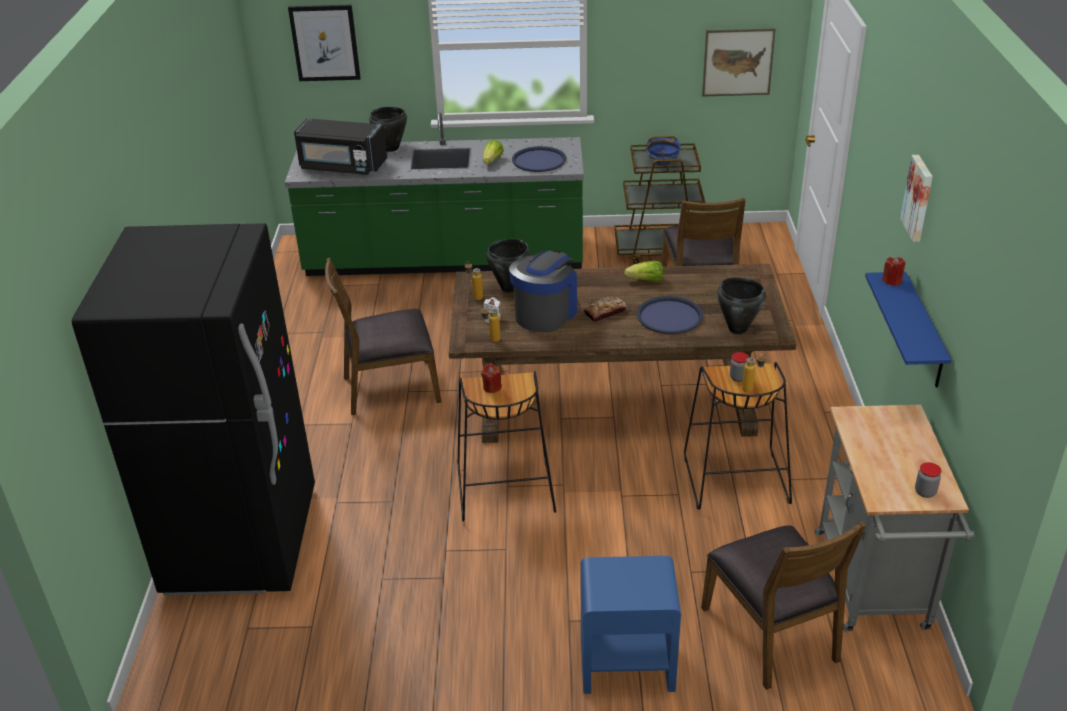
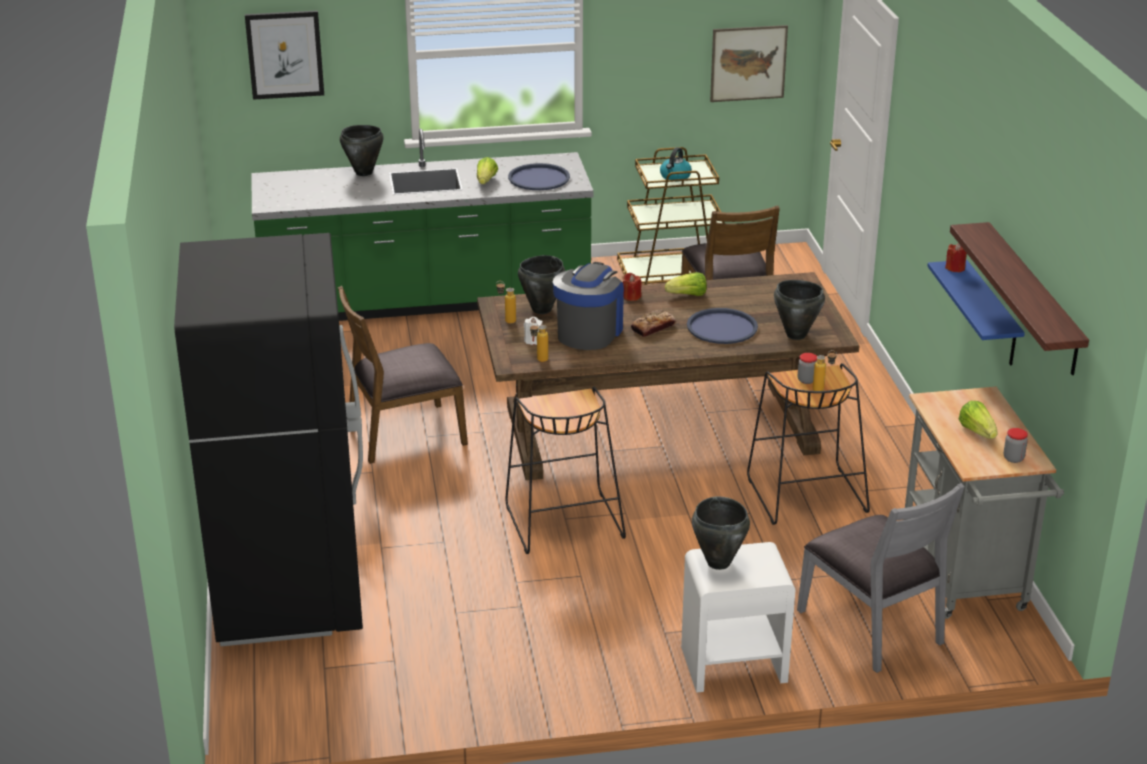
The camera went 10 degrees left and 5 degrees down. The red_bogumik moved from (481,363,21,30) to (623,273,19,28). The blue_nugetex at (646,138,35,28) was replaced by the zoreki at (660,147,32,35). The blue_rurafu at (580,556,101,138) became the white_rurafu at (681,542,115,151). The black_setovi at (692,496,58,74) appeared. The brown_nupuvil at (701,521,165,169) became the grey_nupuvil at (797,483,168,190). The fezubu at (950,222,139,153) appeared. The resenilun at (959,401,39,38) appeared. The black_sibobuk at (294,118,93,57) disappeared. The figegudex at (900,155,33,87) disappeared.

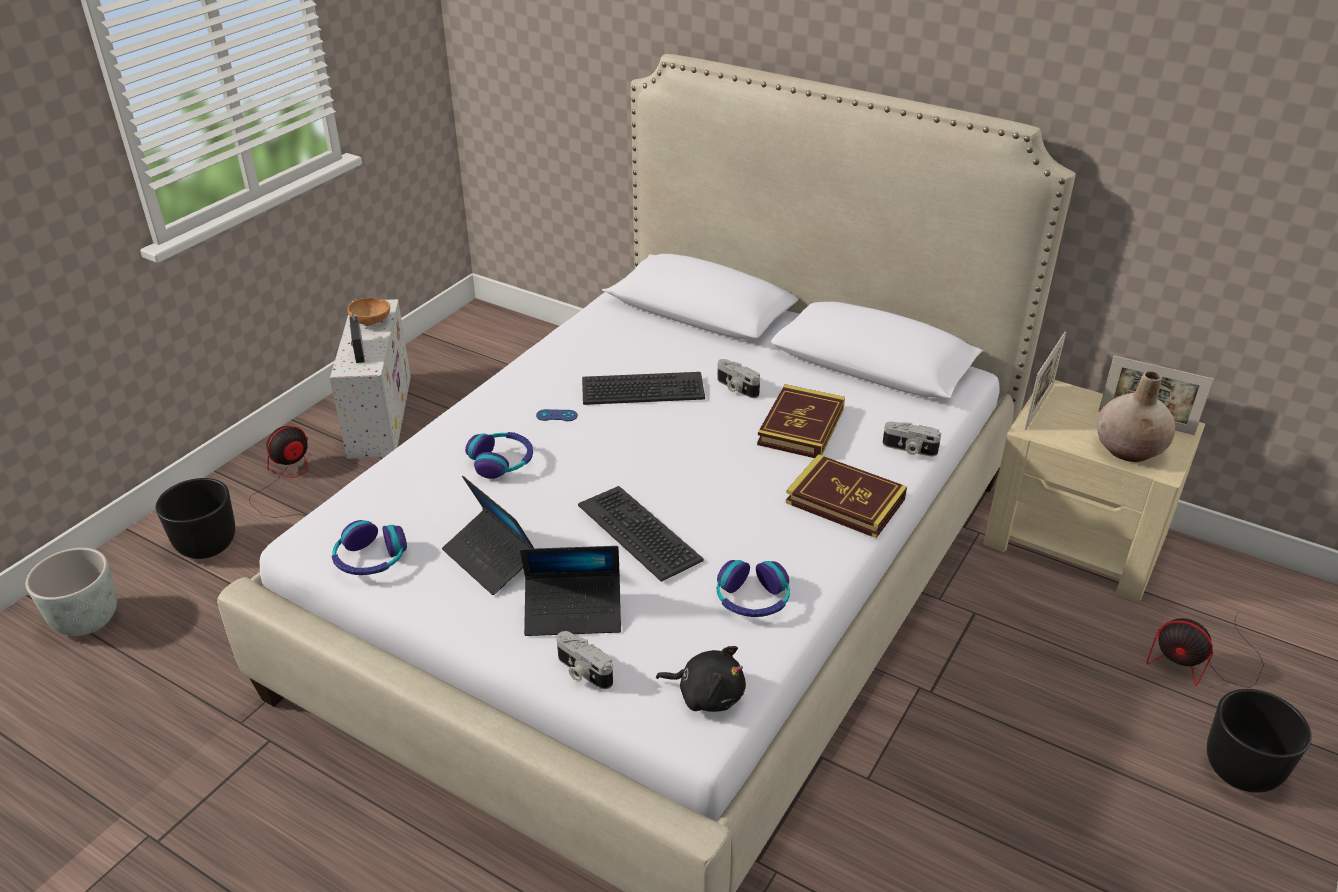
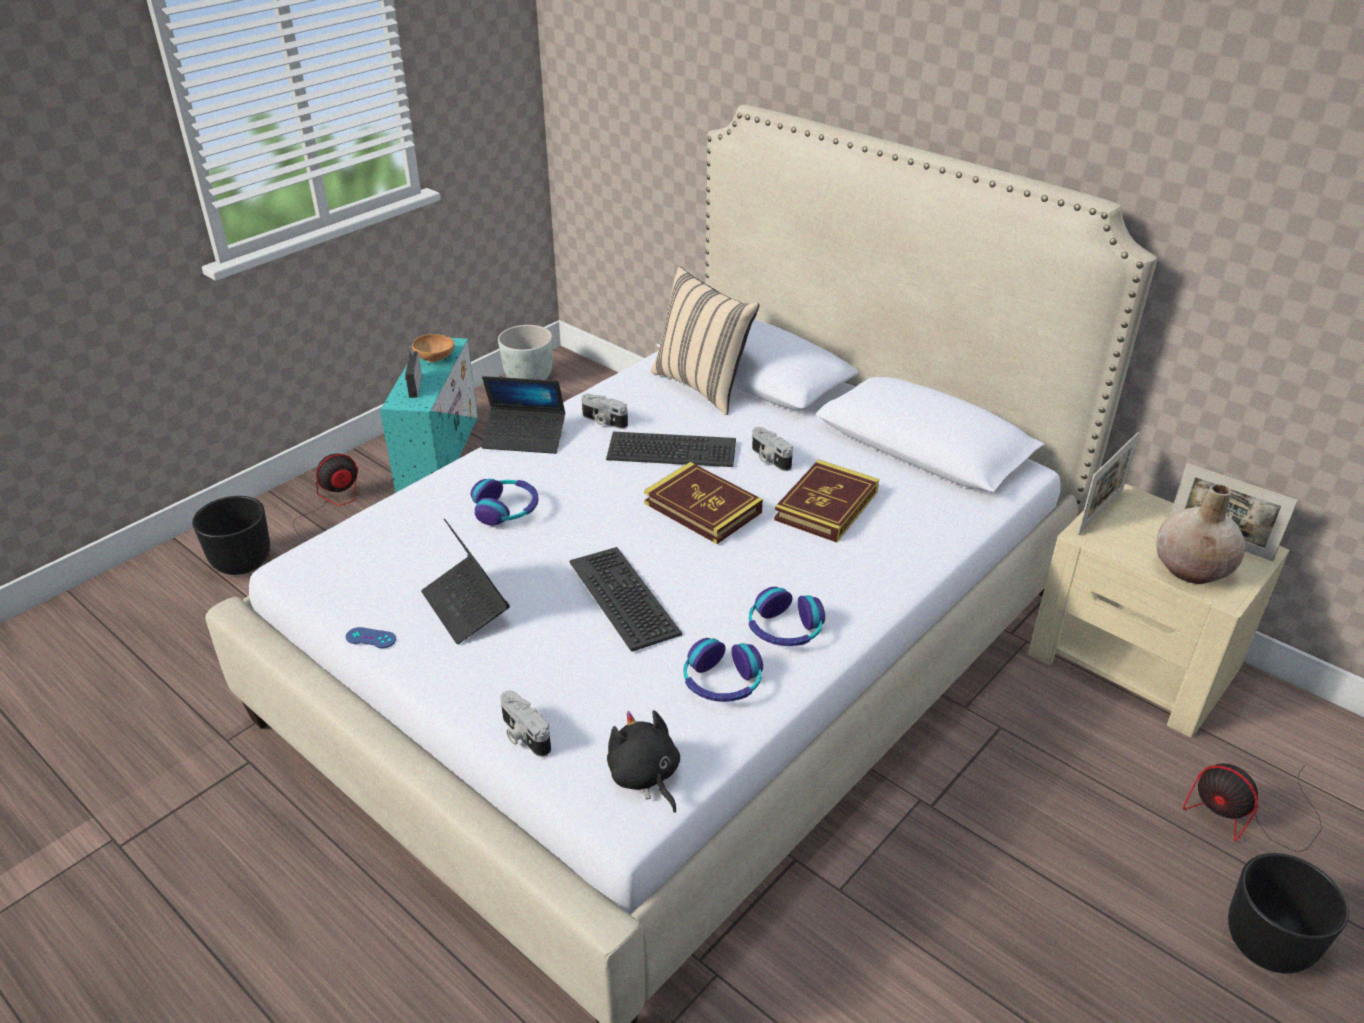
The camera went 10 degrees right and 0 degrees up. The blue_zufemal moved from (536,409,42,12) to (346,627,50,21). The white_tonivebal at (330,299,81,160) became the turquoise_tonivebal at (380,338,98,154). The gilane moved from (520,546,101,90) to (481,376,84,78). The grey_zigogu moved from (26,548,91,88) to (498,325,54,55). The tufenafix moved from (883,421,58,35) to (582,394,46,35). The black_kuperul at (656,646,90,66) turned 150 degrees counterclockwise. The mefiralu moved from (786,454,121,84) to (644,462,119,82). The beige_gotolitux at (650,267,109,148) appeared. The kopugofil moved from (332,520,75,55) to (749,587,76,59).

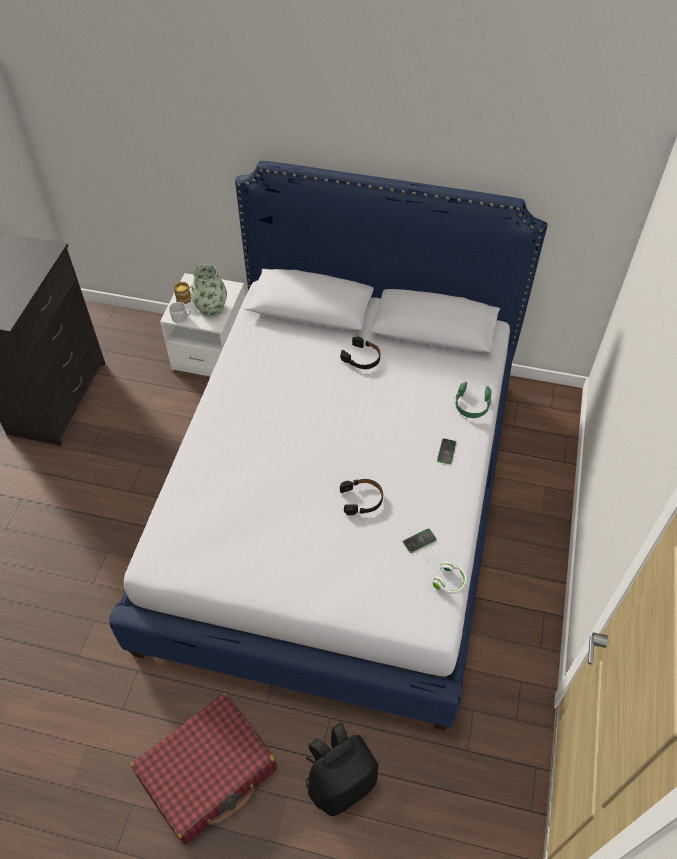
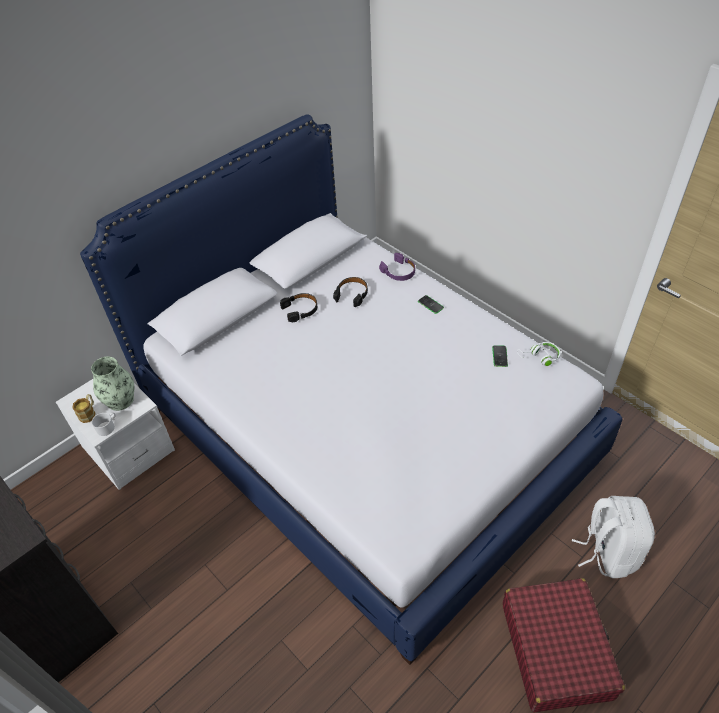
The camera went 55 degrees left and 5 degrees down. The black_kopugofil moved from (340,479,43,36) to (333,277,35,30). The green_kopugofil at (456,382,35,36) became the purple_kopugofil at (379,253,36,28). The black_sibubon at (306,723,72,93) became the white_sibubon at (572,496,83,82).

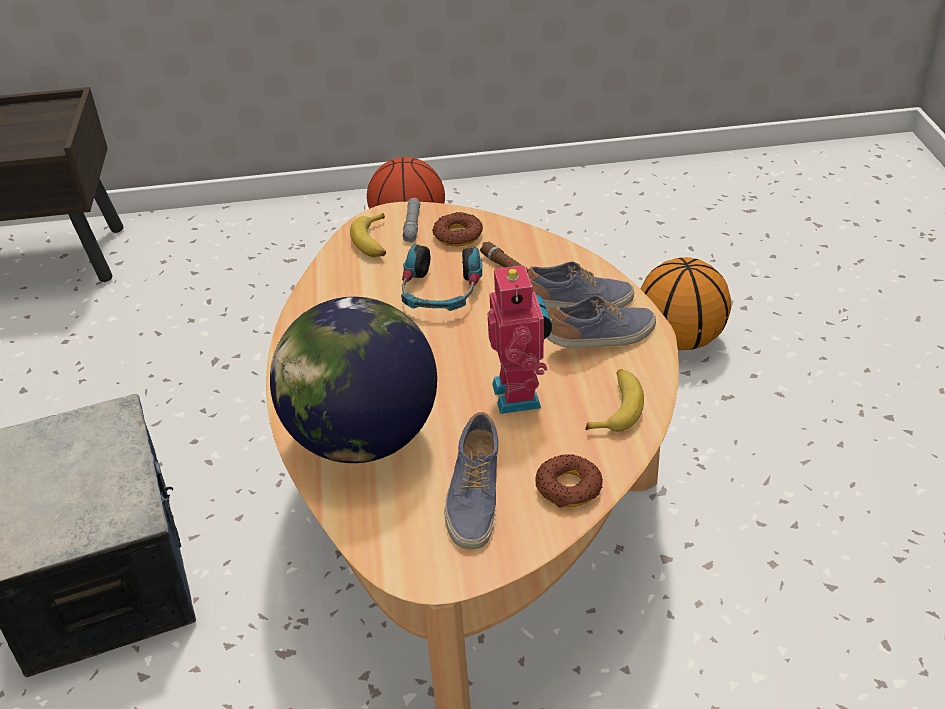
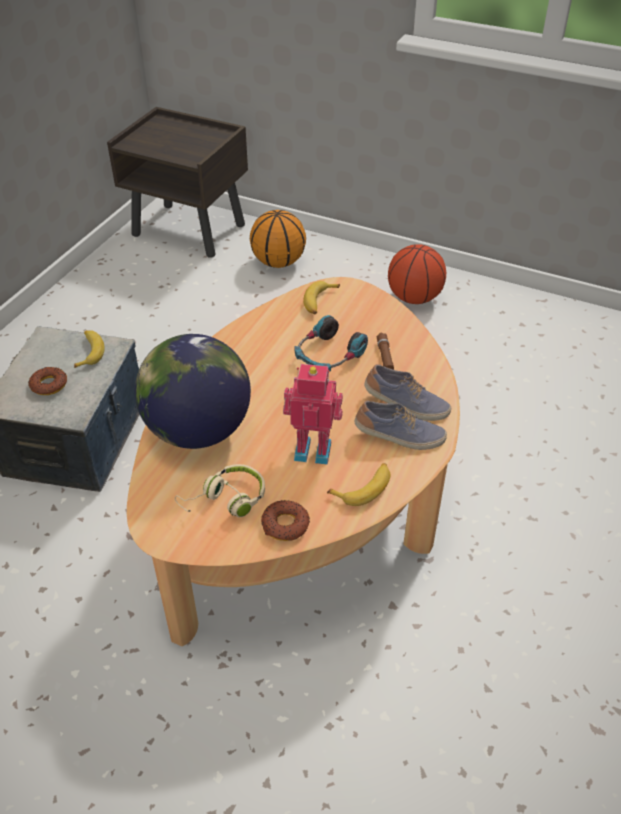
The camera went 30 degrees right and 5 degrees up. The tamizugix moved from (432,212,51,35) to (28,367,39,28). The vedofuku at (74,330,30,38) appeared. The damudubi at (444,412,54,137) was replaced by the beige_kopugofil at (175,464,90,54). The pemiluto moved from (641,257,90,93) to (250,210,56,58). The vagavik at (488,260,64,154) turned 105 degrees counterclockwise. The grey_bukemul at (403,198,17,45) disappeared.

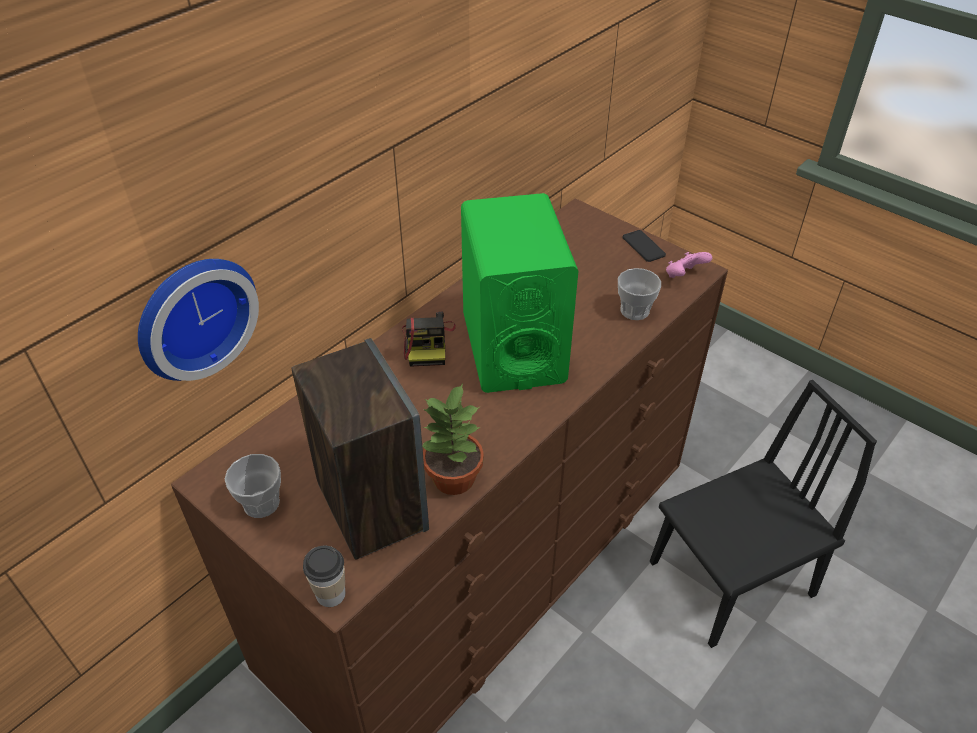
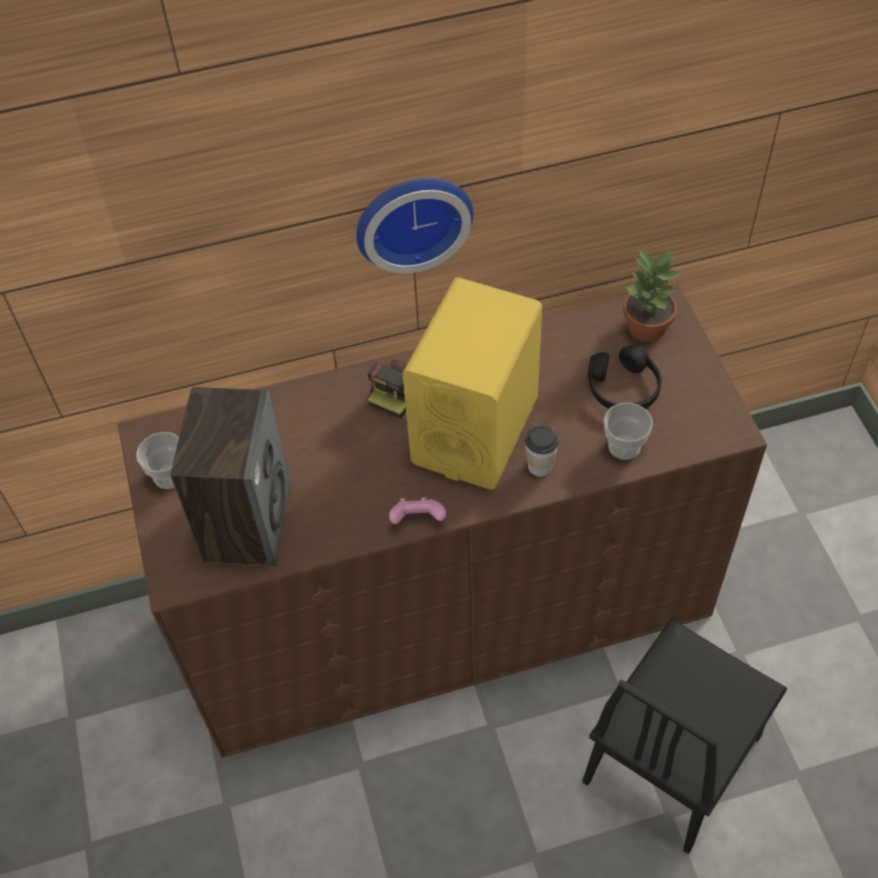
The camera went 35 degrees right and 10 degrees up. The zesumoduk moved from (138,259,121,122) to (356,178,117,95). The pink_zufemal moved from (666,252,46,26) to (389,497,57,27). The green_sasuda at (461,193,117,200) became the yellow_sasuda at (402,277,140,213). The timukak moved from (303,546,43,61) to (525,425,34,52). The black_nupuvil at (650,380,227,268) turned 120 degrees clockwise. The black_kopugofil at (588,345,74,64) appeared. The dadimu moved from (422,384,62,111) to (623,249,59,92). The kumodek at (623,230,43,32) disappeared.

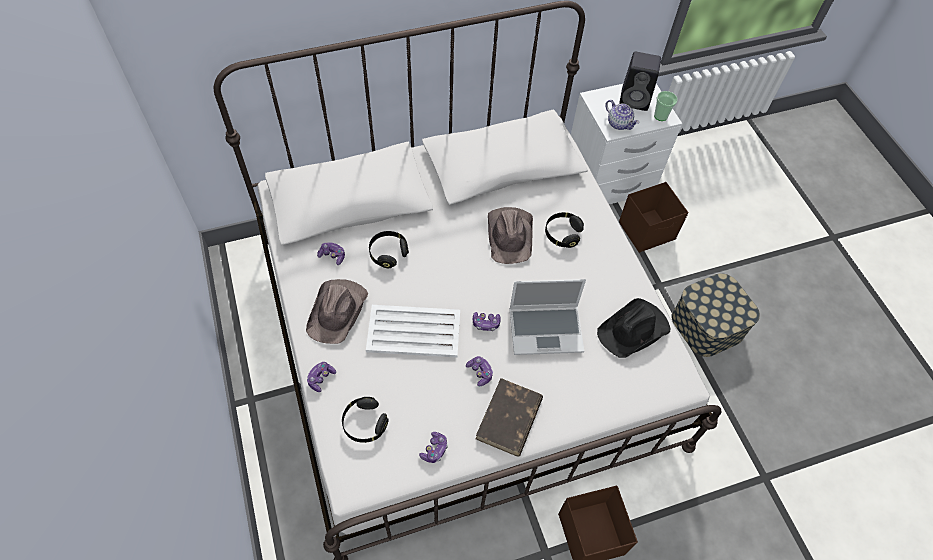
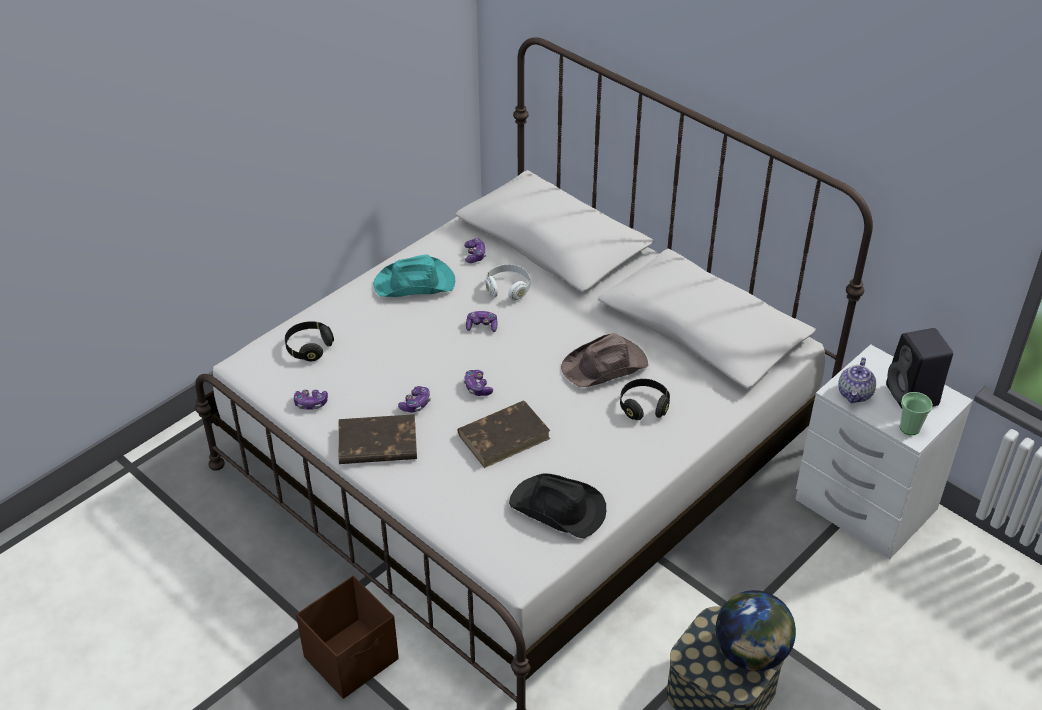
The camera went 65 degrees right and 15 degrees down. The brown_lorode at (306,279,62,65) became the turquoise_lorode at (373,254,82,43). The gilane at (509,279,77,76) was replaced by the brown_mefiralu at (458,400,92,68). The zufemal moved from (307,362,29,30) to (466,311,32,21). The black_kopugofil at (369,231,40,37) became the white_kopugofil at (485,264,45,36). The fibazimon at (716,590,80,81) appeared. The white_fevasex at (366,305,94,53) disappeared. The brown_tonivebal at (619,182,70,71) disappeared.

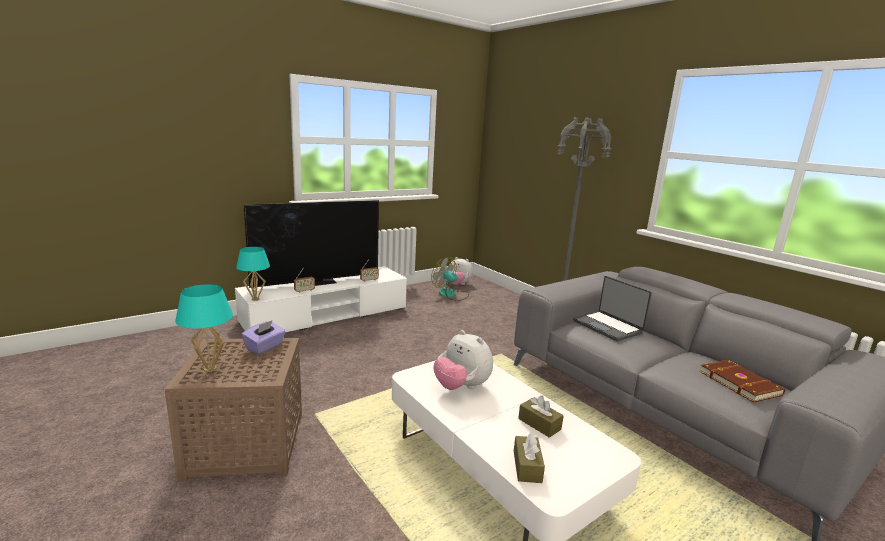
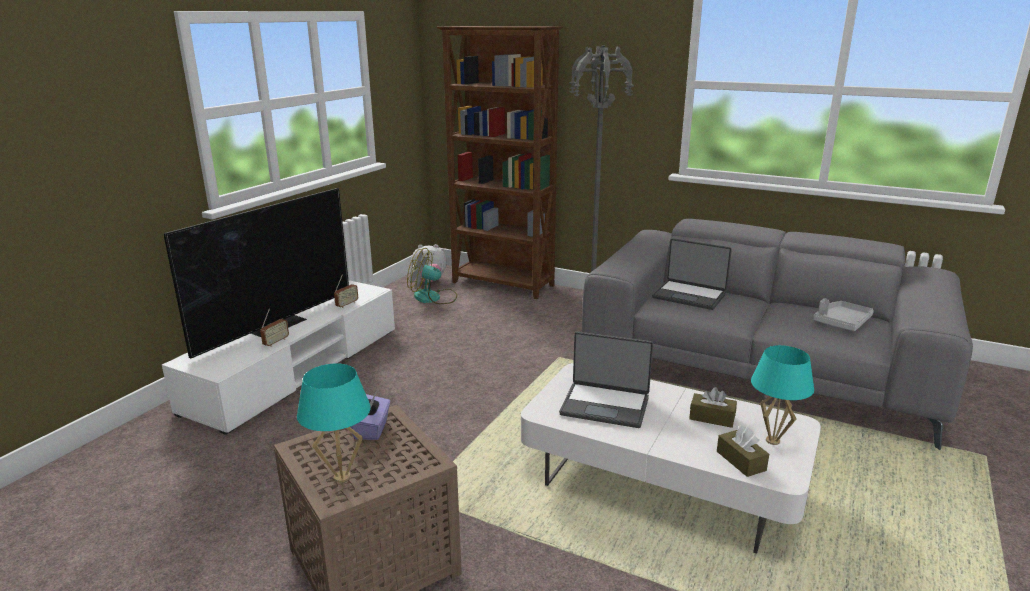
The camera went 25 degrees left and 5 degrees up. The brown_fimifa at (437,26,126,273) appeared. The kuperul at (434,330,59,60) was replaced by the gilane at (559,332,94,96). The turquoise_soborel moved from (236,247,34,54) to (751,345,63,100). The brown_mefiralu at (699,360,86,43) was replaced by the grey_fevasex at (813,298,61,33).

